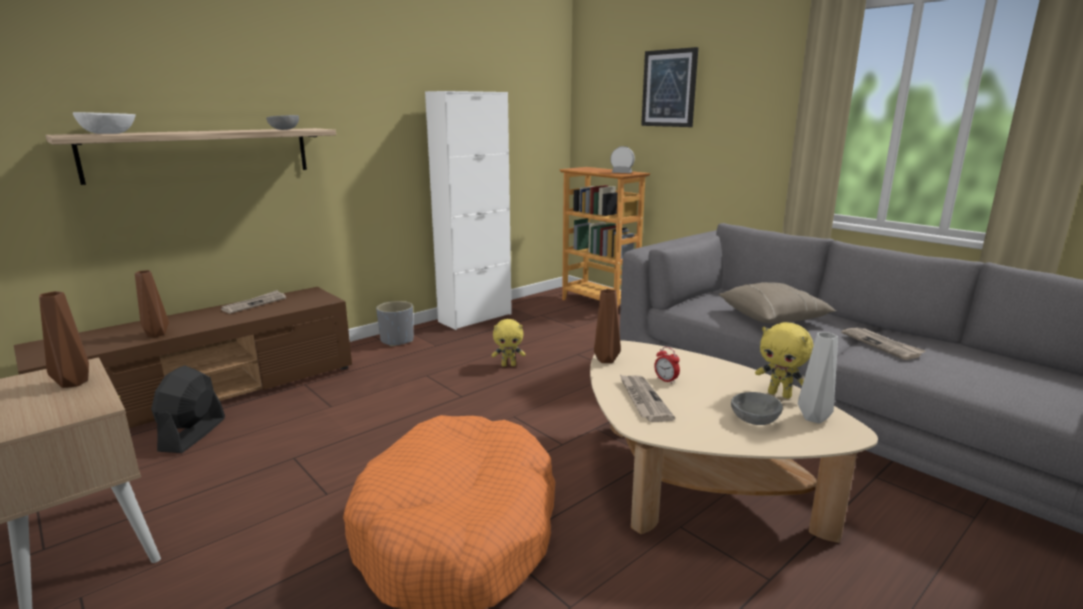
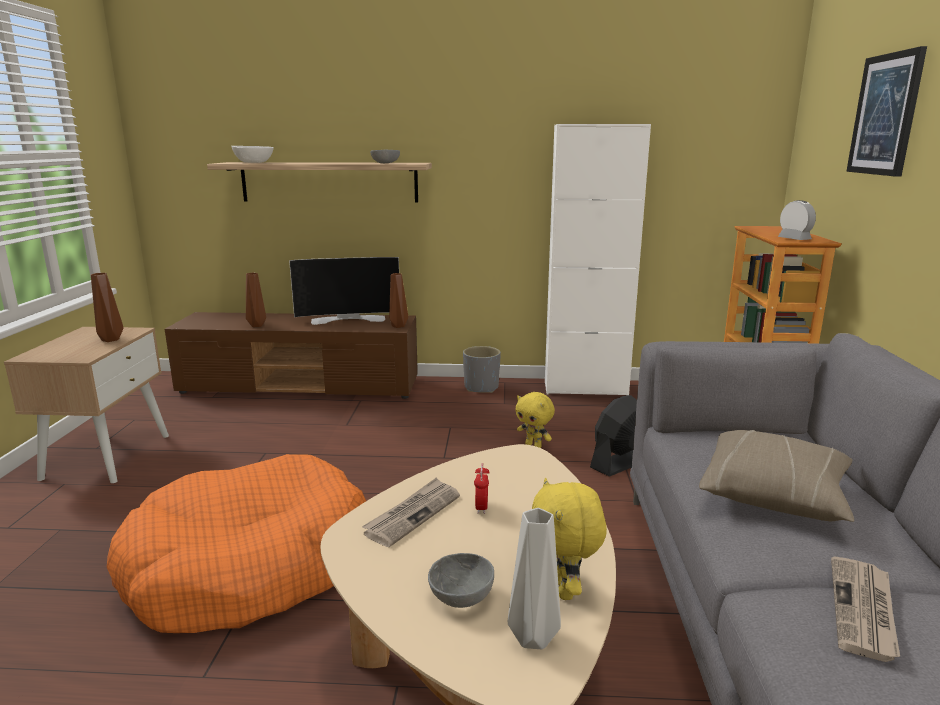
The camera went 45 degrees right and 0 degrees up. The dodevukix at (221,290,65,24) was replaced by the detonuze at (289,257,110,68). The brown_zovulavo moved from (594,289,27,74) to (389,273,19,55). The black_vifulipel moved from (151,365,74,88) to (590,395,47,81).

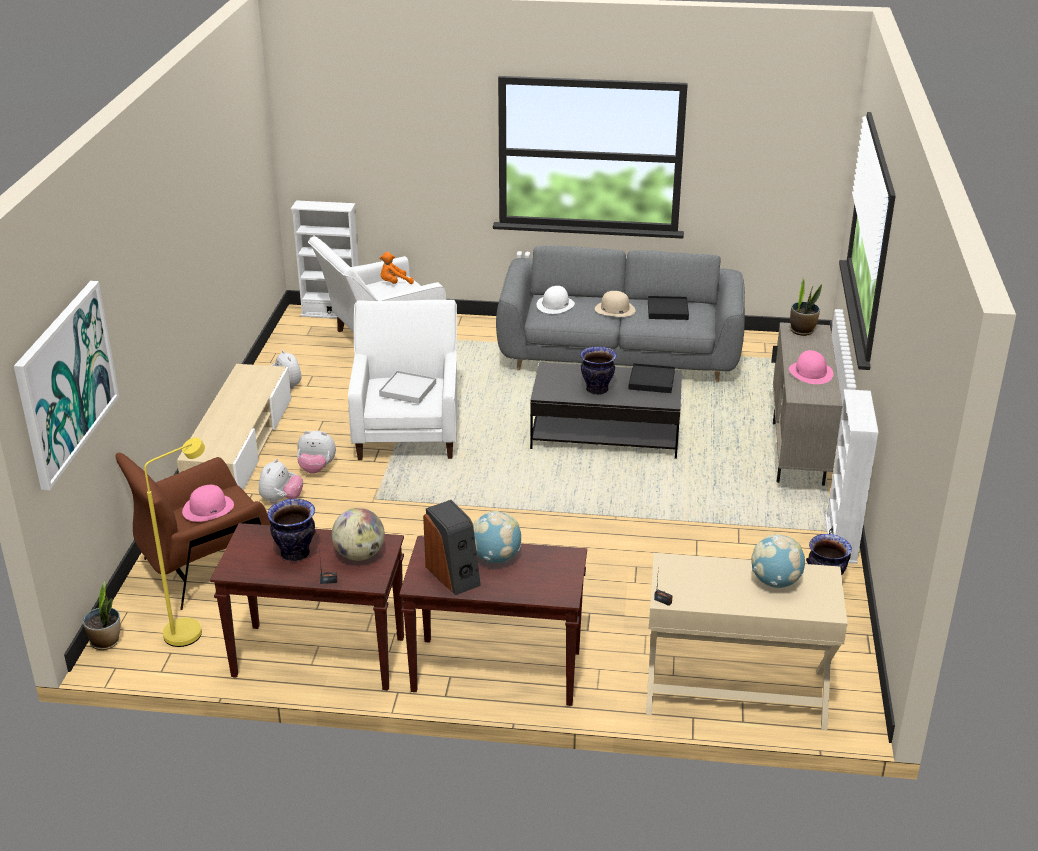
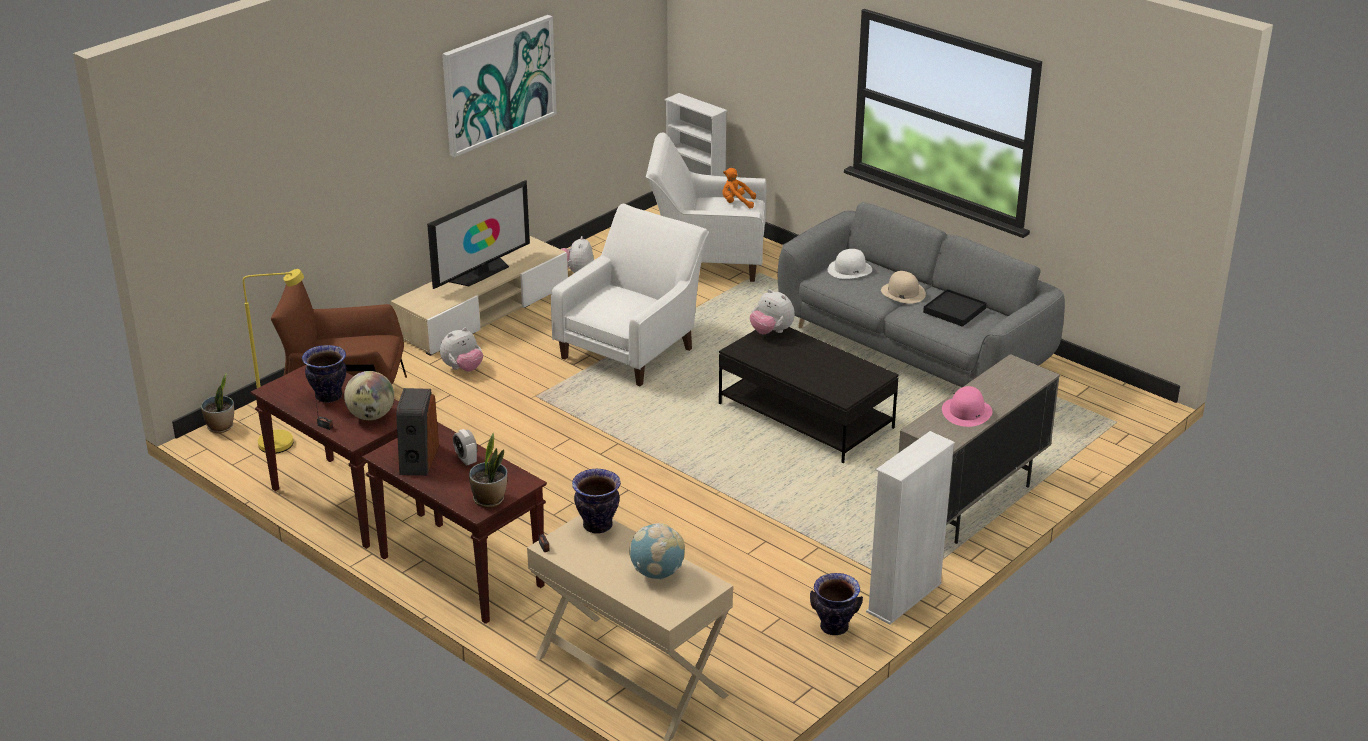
The camera went 35 degrees right and 0 degrees up. The detonuze at (427,180,103,109) appeared. The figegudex moved from (14,281,105,209) to (442,15,115,142). The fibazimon at (473,511,48,52) was replaced by the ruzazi at (453,429,24,37). The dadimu moved from (790,278,32,58) to (469,433,38,75). The zovulavo moved from (580,347,37,48) to (572,469,49,65). The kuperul moved from (297,431,39,43) to (750,289,45,45). The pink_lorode at (182,485,52,37) disappeared. The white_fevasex at (379,371,57,33) disappeared. The black_fevasex at (628,363,47,30) disappeared.

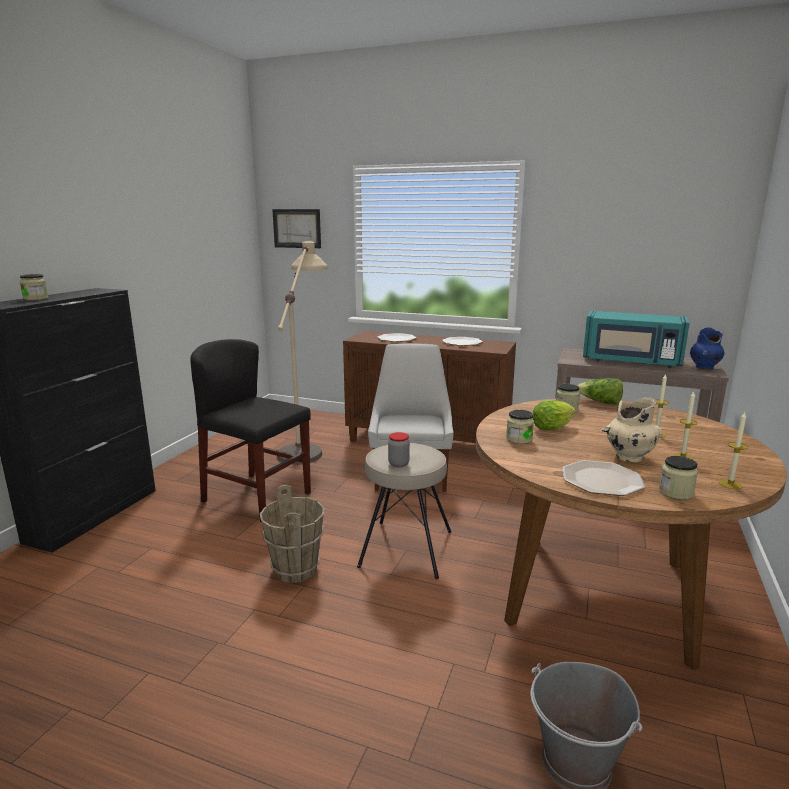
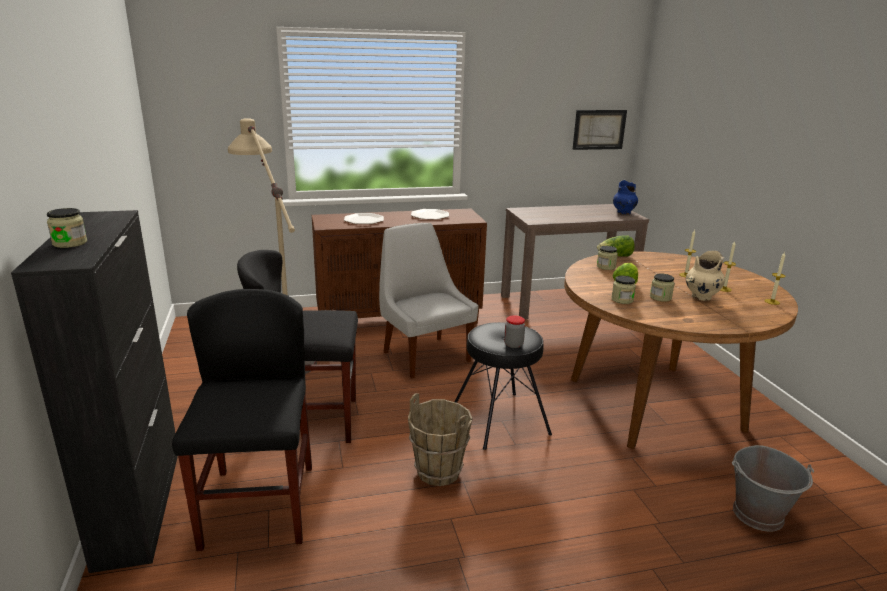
The camera went 35 degrees left and 5 degrees up. The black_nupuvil at (172,289,140,262) appeared. The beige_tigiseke at (357,443,94,136) became the black_tigiseke at (455,322,97,128). The figegudex moved from (272,209,49,39) to (573,110,54,40). The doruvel moved from (659,456,39,44) to (650,273,25,29). The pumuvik at (562,460,83,36) disappeared. The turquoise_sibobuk at (583,311,107,57) disappeared.

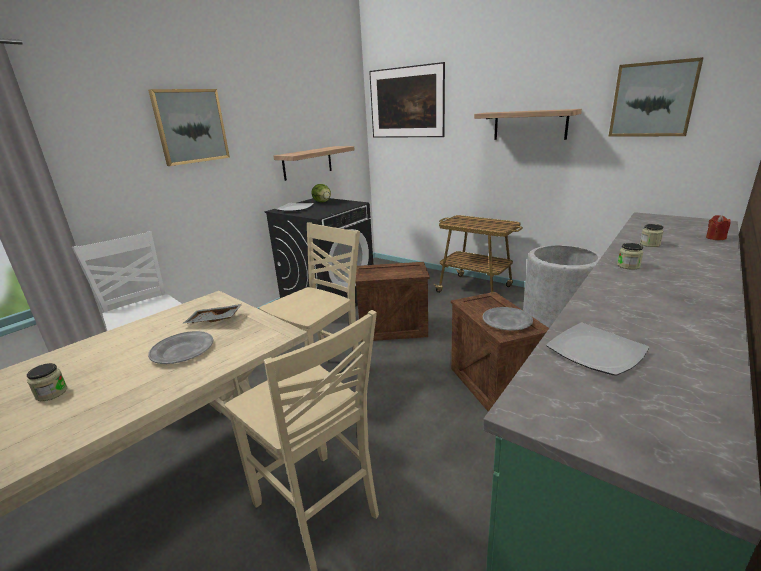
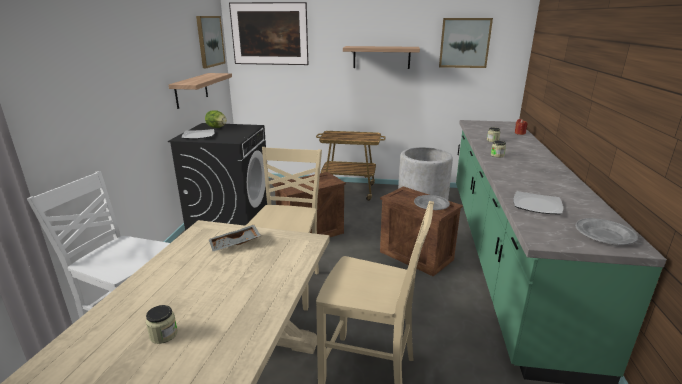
The camera went 30 degrees left and 0 degrees up. The figegudex moved from (148,89,82,77) to (196,16,30,52). The grey_pumuvik moved from (148,331,65,33) to (575,218,63,27).

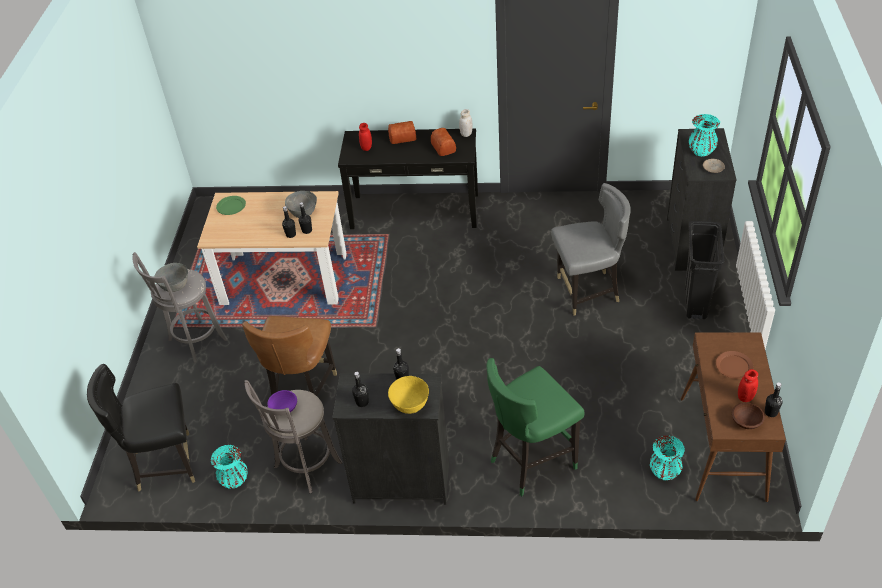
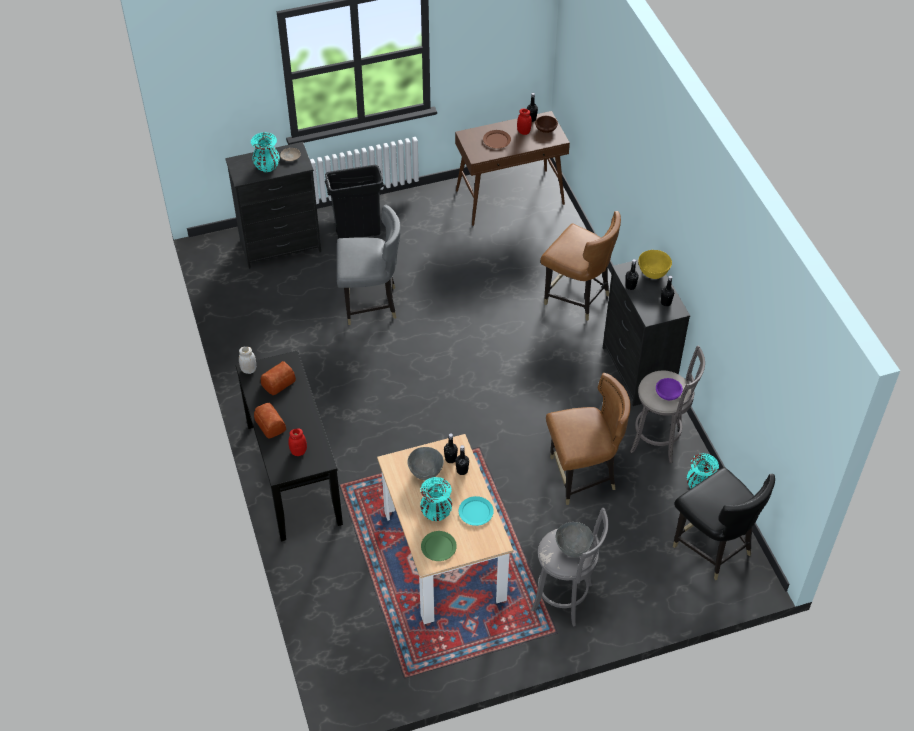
The camera went 115 degrees left and 5 degrees up. The grey_nupuvil at (551,183,80,133) turned 120 degrees clockwise. The turquoise_zovulavo moved from (650,436,35,45) to (420,477,32,44). The turquoise_pumuvik at (459,496,35,30) appeared. The green_tigiseke at (486,358,99,138) was replaced by the brown_nupuvil at (541,211,80,110).

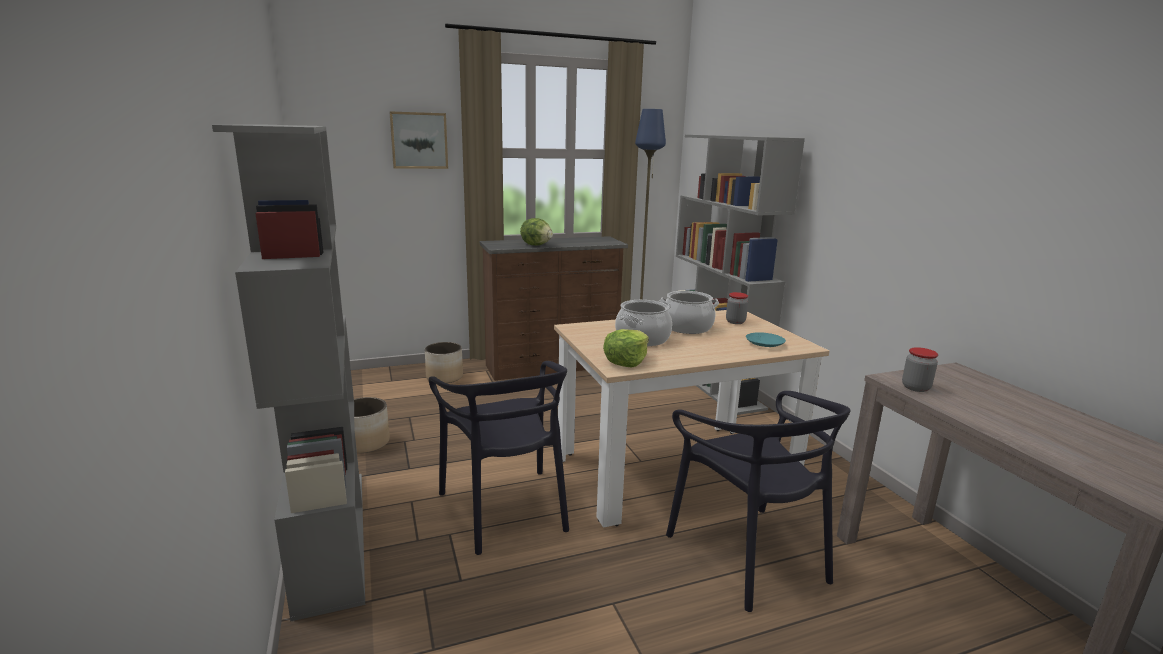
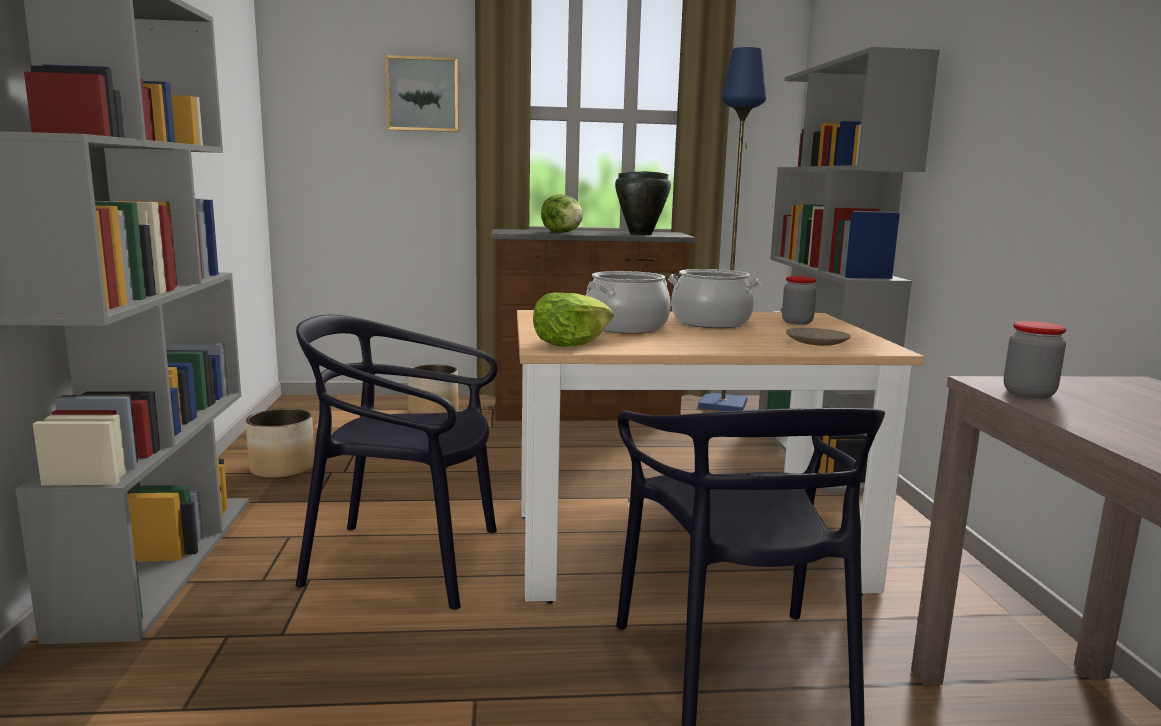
The camera went 15 degrees right and 5 degrees down. The black_nupuvil at (429,361,140,194) turned 105 degrees clockwise. The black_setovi at (615,171,56,64) appeared. The turquoise_pumuvik at (746,332,40,15) became the beige_pumuvik at (786,328,65,18).

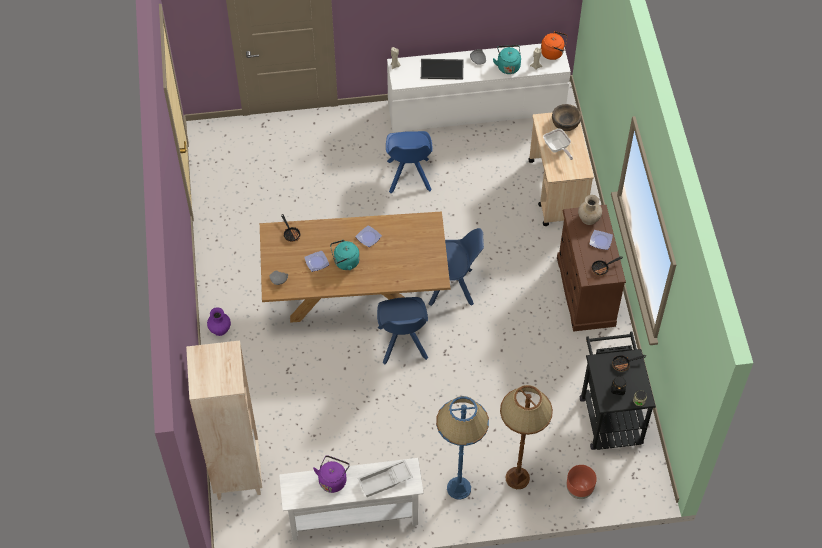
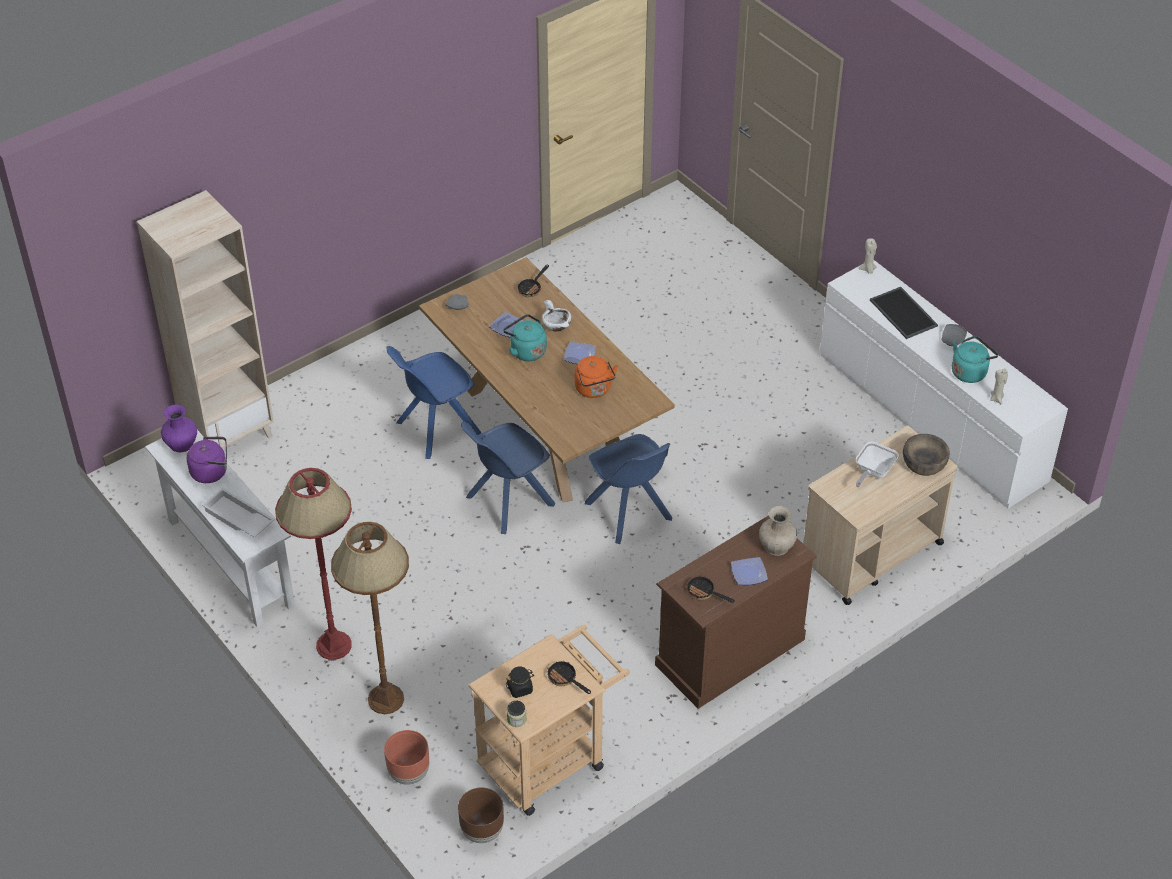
The camera went 60 degrees right and 10 degrees down. The purple_zovulavo moved from (207,307,24,29) to (161,404,36,48). The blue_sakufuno at (436,396,53,104) became the red_sakufuno at (275,468,77,192). The blue_nupuvil moved from (386,131,47,62) to (387,346,94,113). The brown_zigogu at (458,788,46,55) appeared. The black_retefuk at (580,332,76,118) became the beige_retefuk at (468,624,162,192). The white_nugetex at (542,300,29,31) appeared. The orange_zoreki moved from (541,31,26,29) to (575,356,43,42).

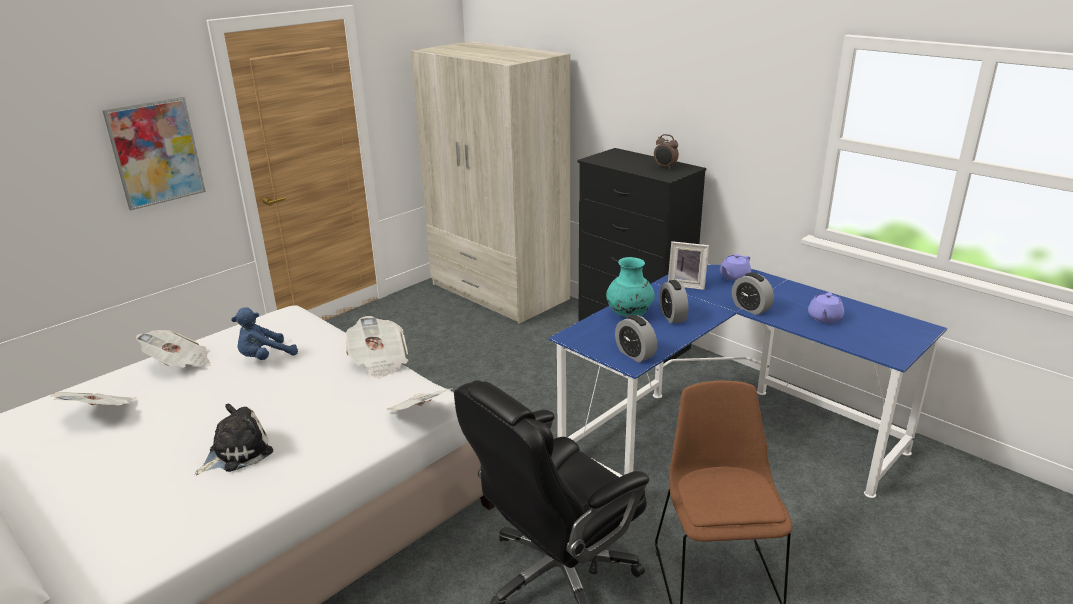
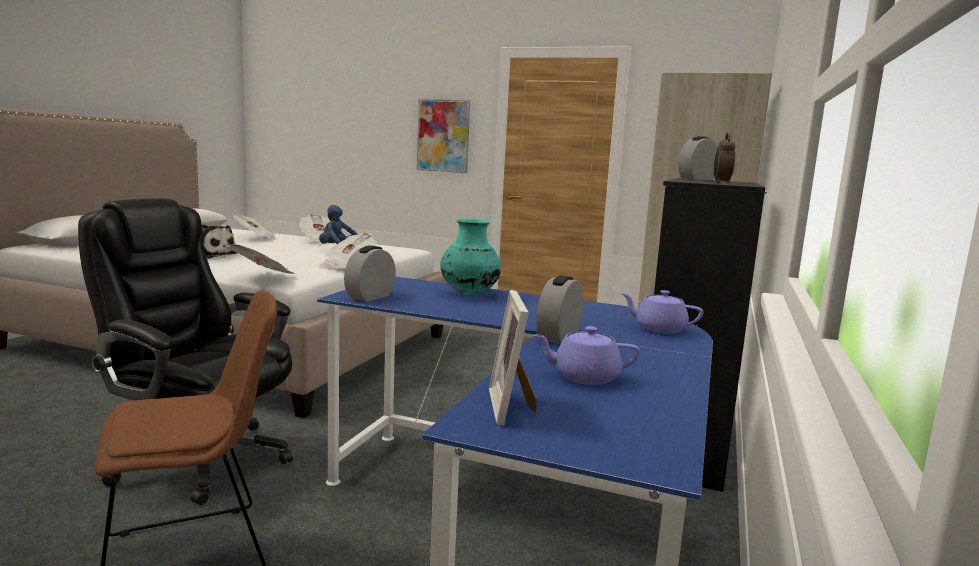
The camera went 65 degrees right and 15 degrees down. The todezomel moved from (668,241,41,49) to (489,290,48,136). The ruzazi moved from (660,280,28,43) to (678,136,40,44).

